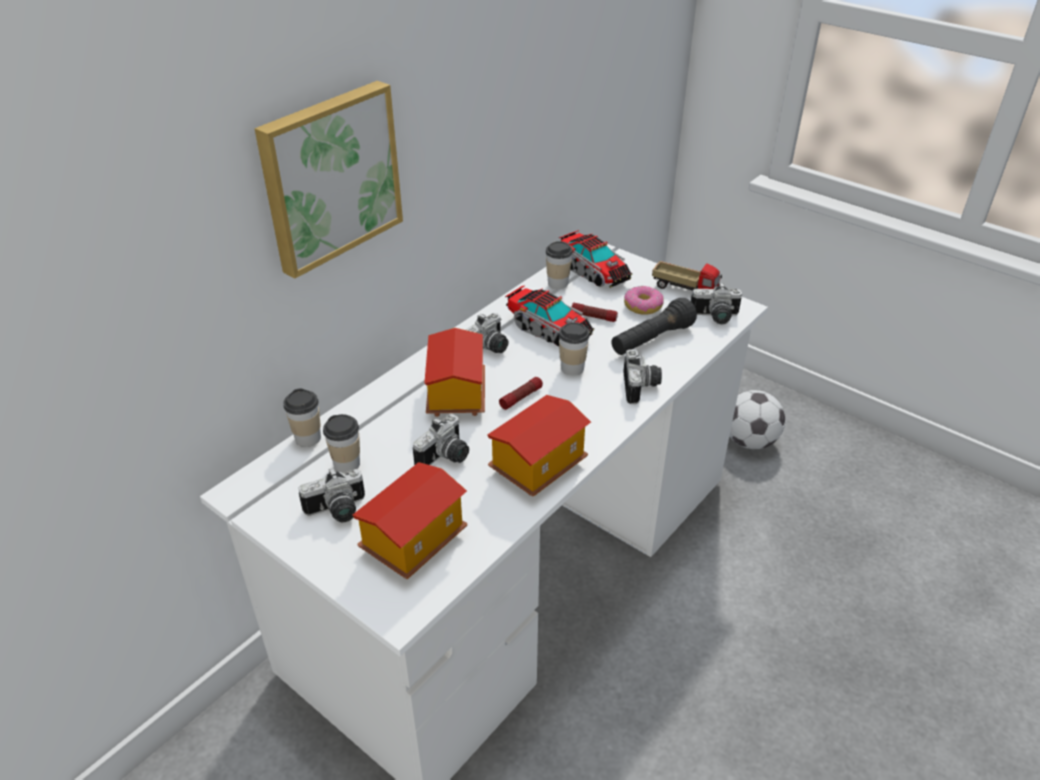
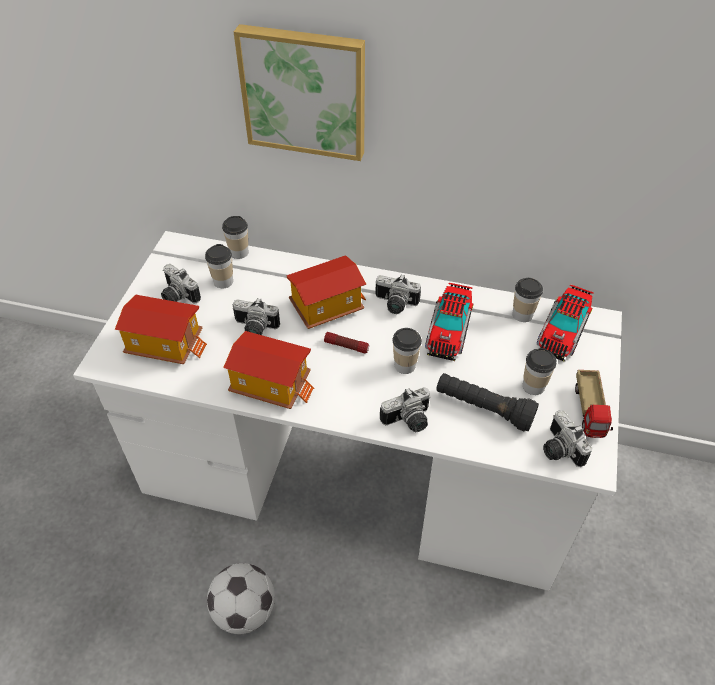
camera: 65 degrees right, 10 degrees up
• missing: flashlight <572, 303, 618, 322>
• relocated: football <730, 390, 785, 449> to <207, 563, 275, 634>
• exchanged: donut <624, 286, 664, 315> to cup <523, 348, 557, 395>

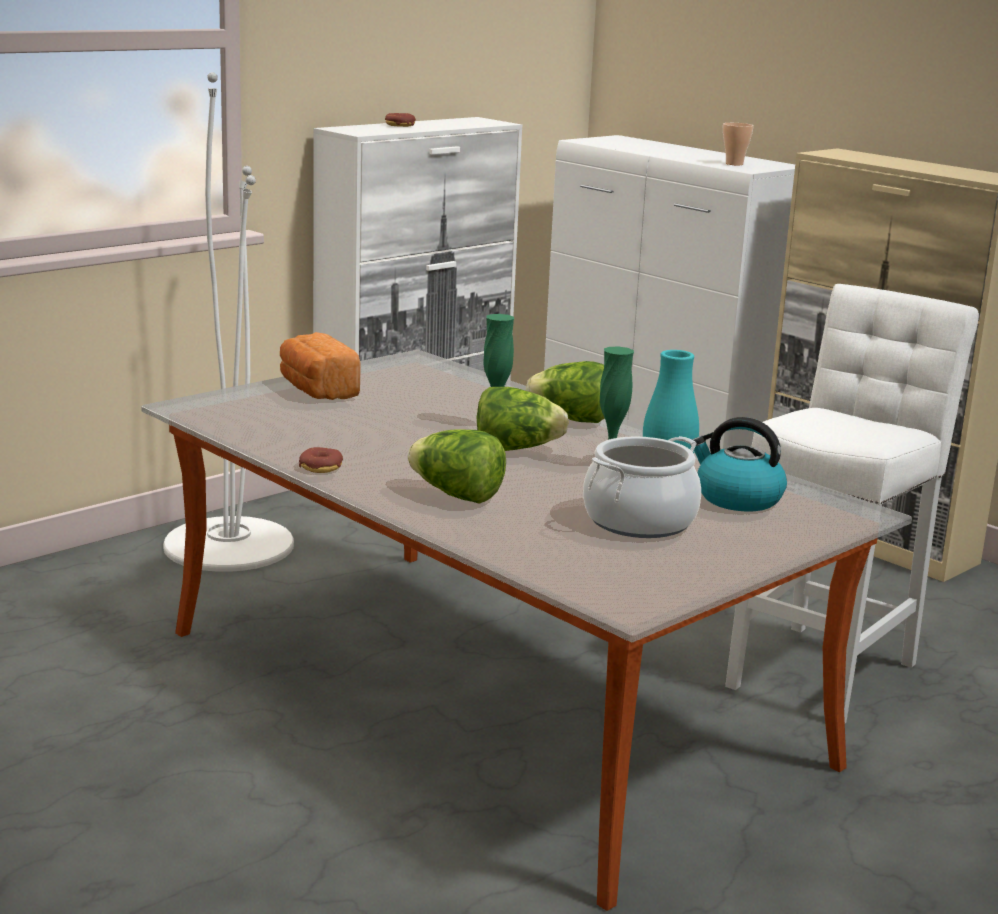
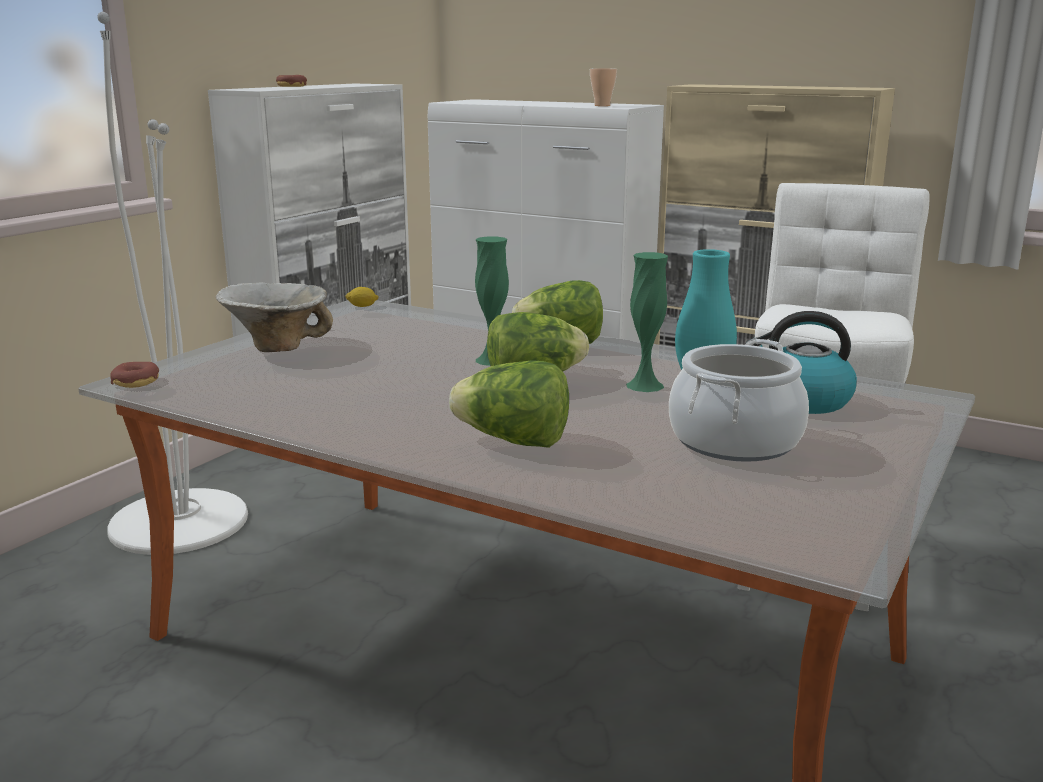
camera: 15 degrees left, 0 degrees up
• appeared: lemon <345, 287, 379, 307>
• relocated: donut <299, 447, 343, 473> to <110, 362, 159, 388>
• exchanged: bread <280, 332, 360, 400> to bowl <215, 282, 333, 352>

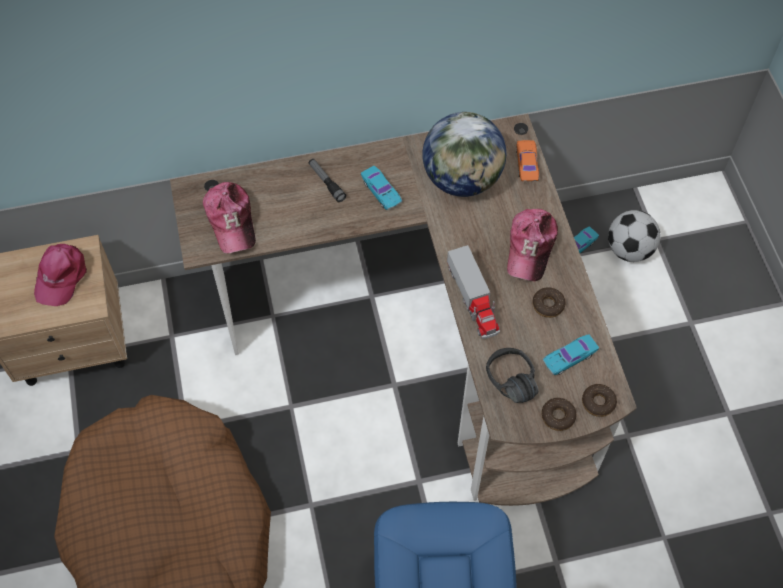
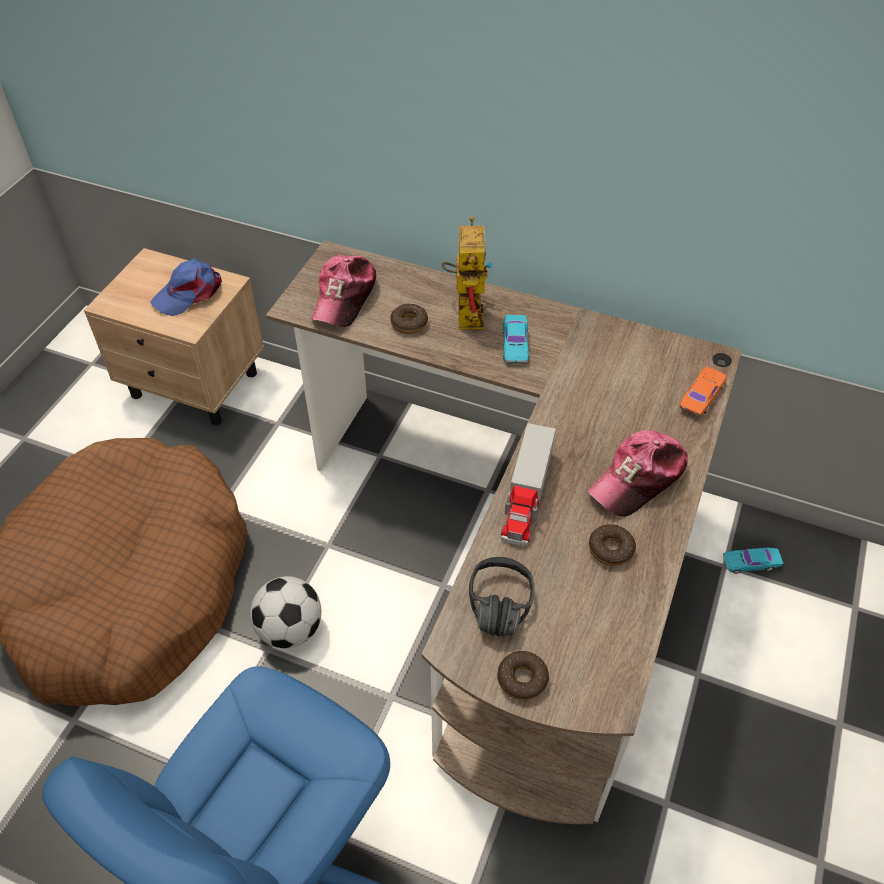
camera: 35 degrees right, 10 degrees down
• missing: globe <422, 112, 506, 197>
• missing: toy car (turquoise) <543, 334, 599, 375>
• relocated: donut <582, 384, 617, 417> to <390, 304, 428, 334>
• relocated: football <608, 210, 661, 262> to <250, 576, 321, 649>
• exchanged: flashlight <309, 159, 346, 202> to toy robot <442, 216, 493, 329>
• colour: cap (pink) <34, 244, 87, 306> to cap (blue) <150, 258, 222, 316>

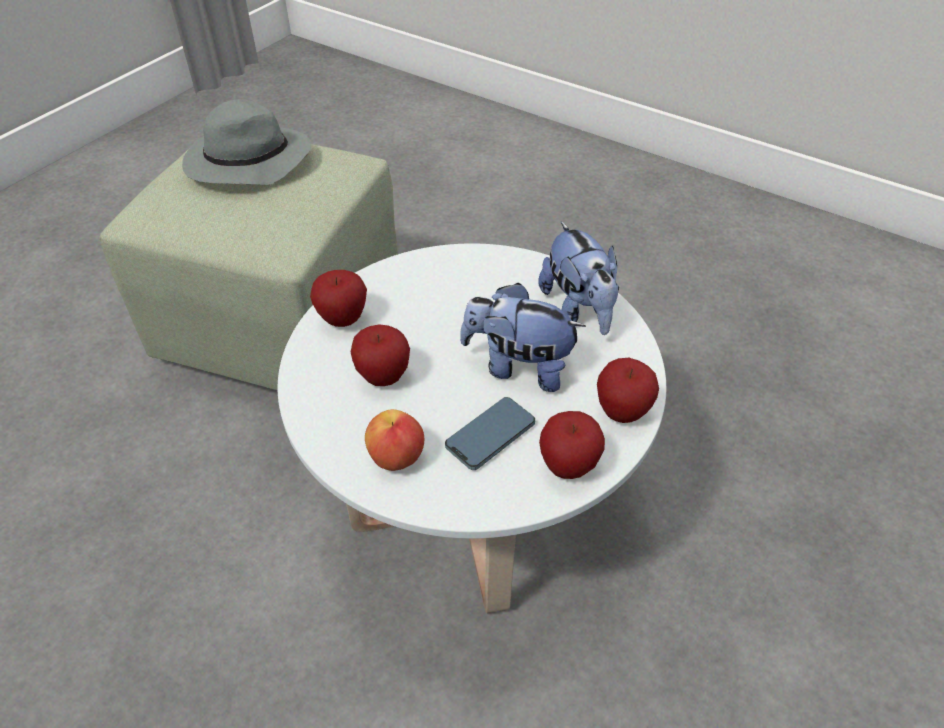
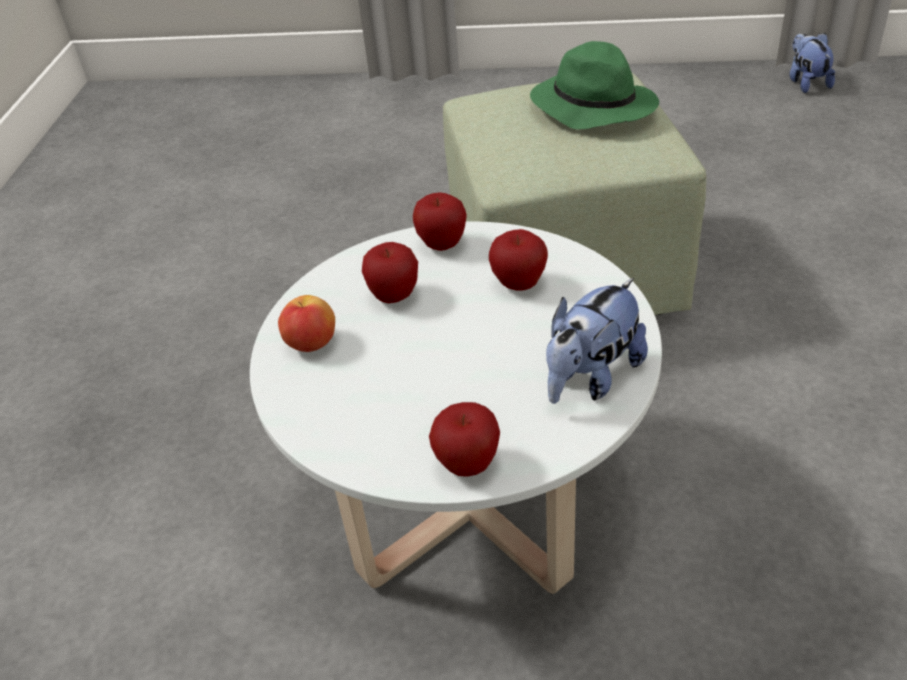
camera: 65 degrees right, 5 degrees down
• missing: phone <445, 397, 535, 470>
• relocated: plush toy <460, 282, 586, 392> to <790, 33, 835, 93>
• relocated: apple <539, 411, 605, 479> to <489, 229, 548, 291>
• colour: hat (grey) <182, 99, 311, 185> to hat (green) <530, 41, 659, 129>

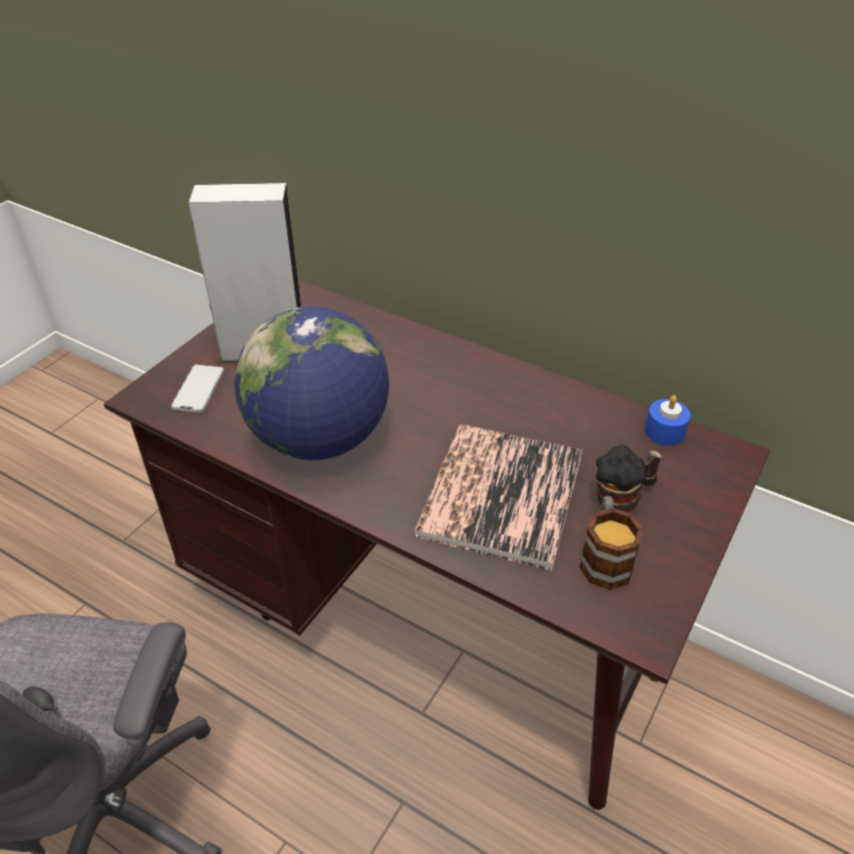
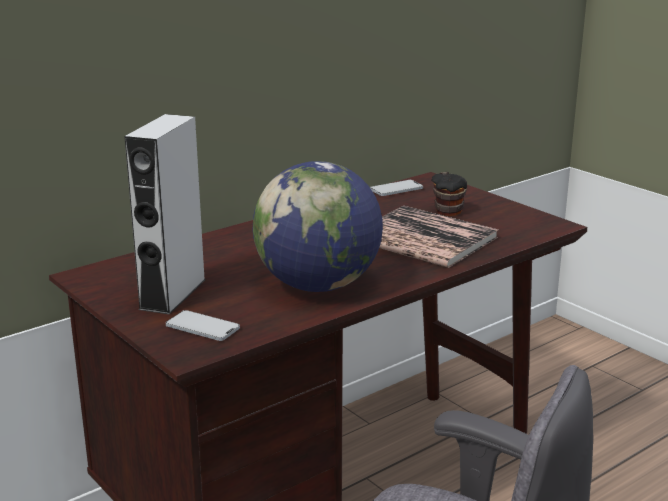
camera: 70 degrees left, 20 degrees down
• missing: mug <580, 496, 644, 590>
• exchanged: candle (blue) <645, 395, 691, 446> to phone <370, 180, 423, 196>

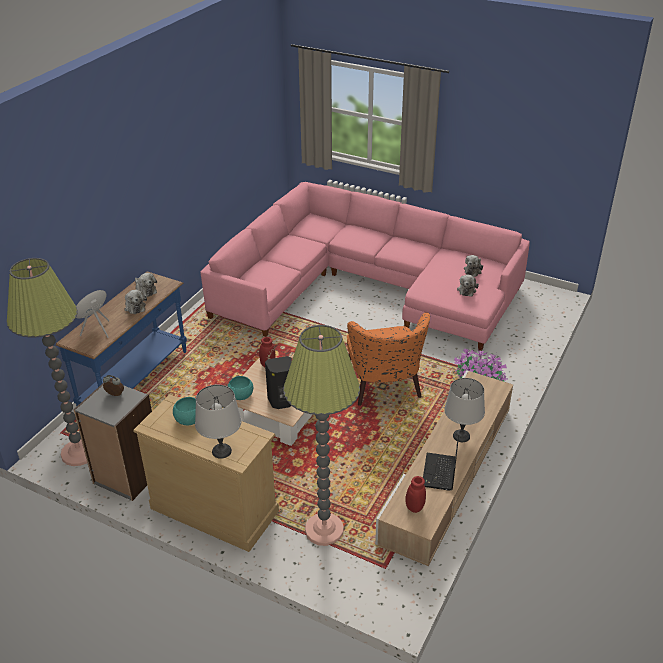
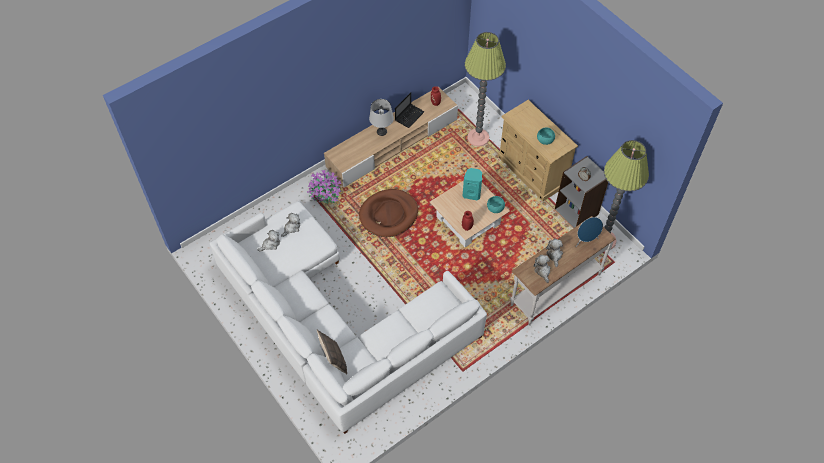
camera: 155 degrees left, 20 degrees up
• missing: table lamp (grey) <195, 385, 242, 459>
• appeared: pillow <317, 330, 347, 374>
• exchanged: armchair (orange) <347, 313, 430, 406> to dog bed (brown) <359, 189, 418, 237>
• colour: console table (blue) <56, 271, 187, 406> to console table (white) <510, 216, 616, 325>
• colour: sofa (pink) <200, 182, 530, 351> to sofa (white) <210, 201, 487, 434>
• colour: speaker (black) <265, 356, 292, 409> to speaker (turquoise) <463, 168, 482, 201>

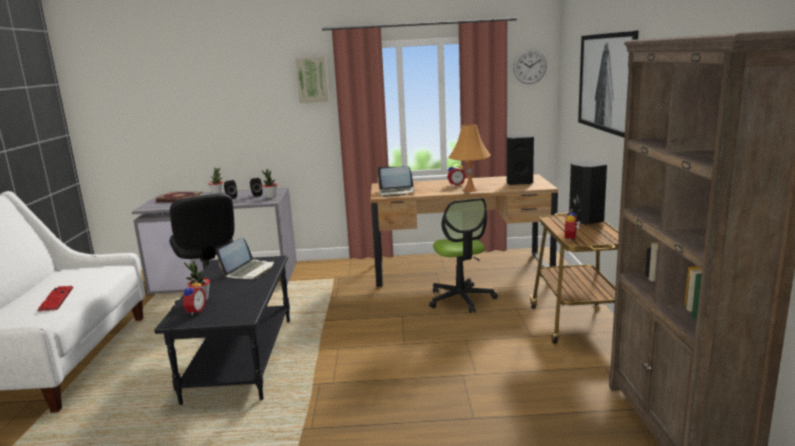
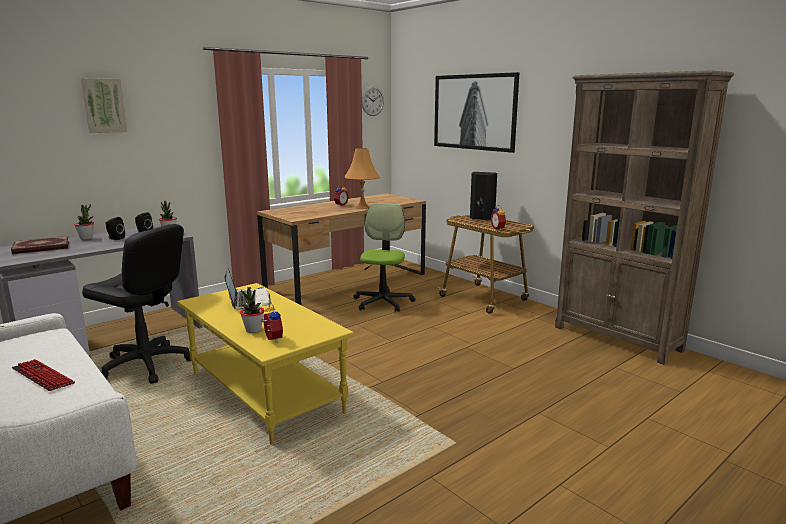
camera: 40 degrees left, 0 degrees up
• missing: laptop <378, 166, 414, 197>
• missing: speaker (black) <507, 135, 534, 185>
• relocated: picture <295, 57, 329, 103> to <81, 78, 127, 133>
• colour: coffee table (black) <154, 256, 290, 405> to coffee table (yellow) <177, 283, 354, 445>
• spun: office chair <429, 198, 498, 313> = <353, 203, 416, 312> 120 degrees counterclockwise

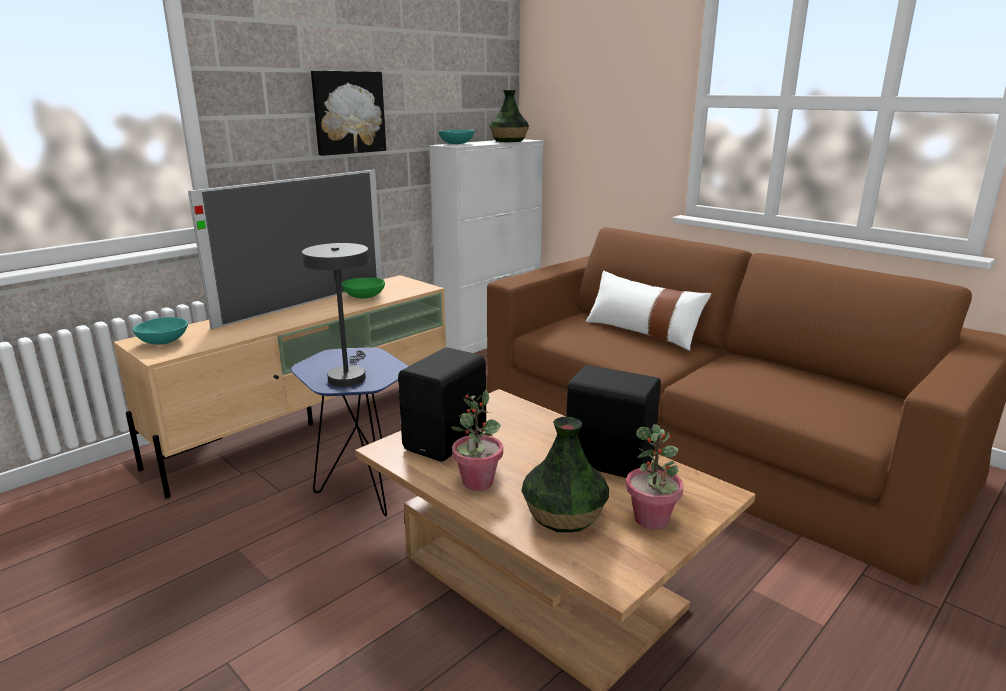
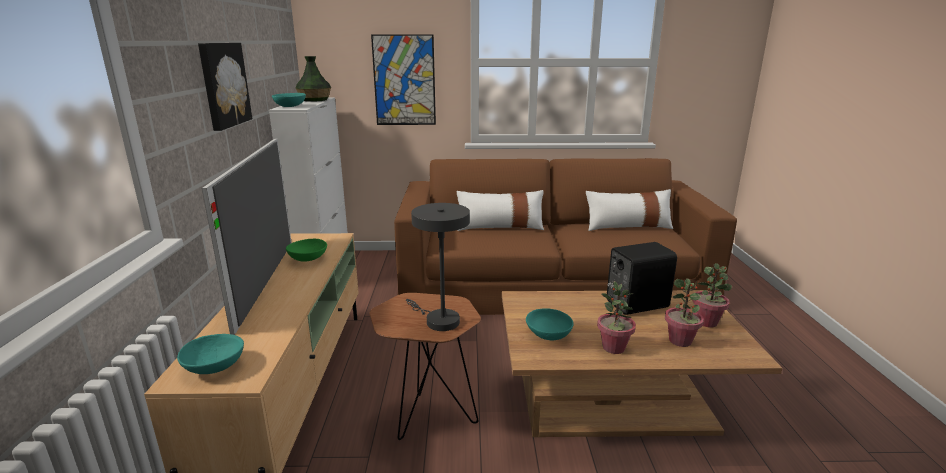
camera: 45 degrees left, 0 degrees up
• appeared: picture <371, 34, 436, 125>
• appeared: pillow (white) <586, 189, 673, 231>
• exchanged: speaker (black) <398, 347, 486, 461> to bowl (turquoise) <526, 308, 574, 340>
• exchanged: vase <521, 417, 609, 532> to potted plant <665, 278, 704, 347>
• colour: side table (blue) <291, 347, 409, 516> to side table (brown) <369, 293, 481, 440>

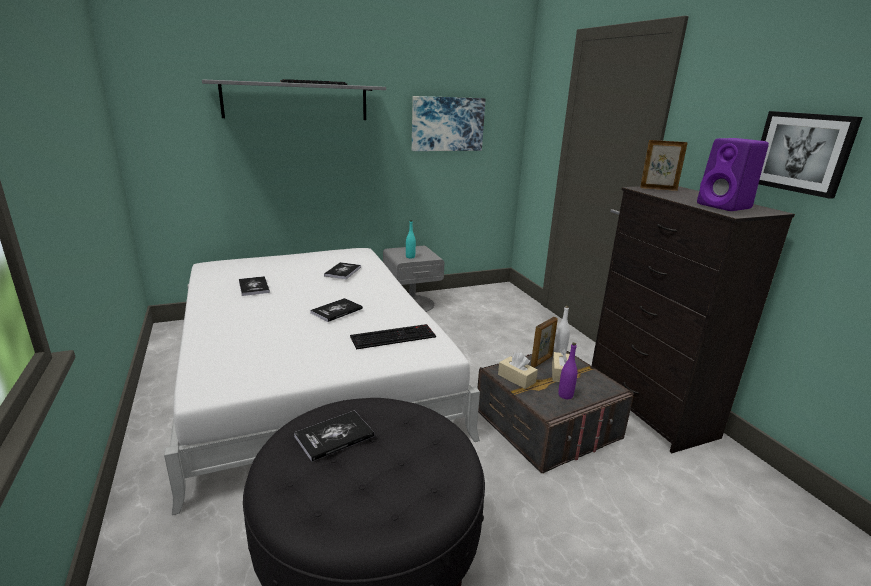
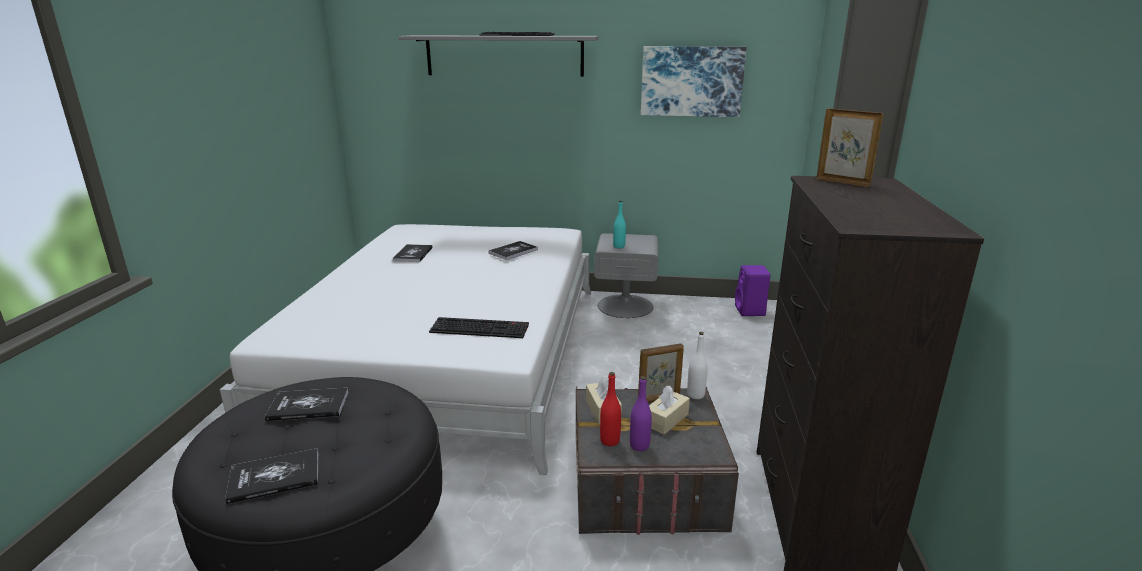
camera: 30 degrees right, 0 degrees up
• missing: picture <759, 111, 863, 199>
• appeared: bottle (red) <600, 372, 621, 446>
• relocated: book <310, 298, 363, 322> to <225, 448, 318, 504>
• relocated: speaker (purple) <697, 138, 769, 211> to <735, 265, 771, 316>

